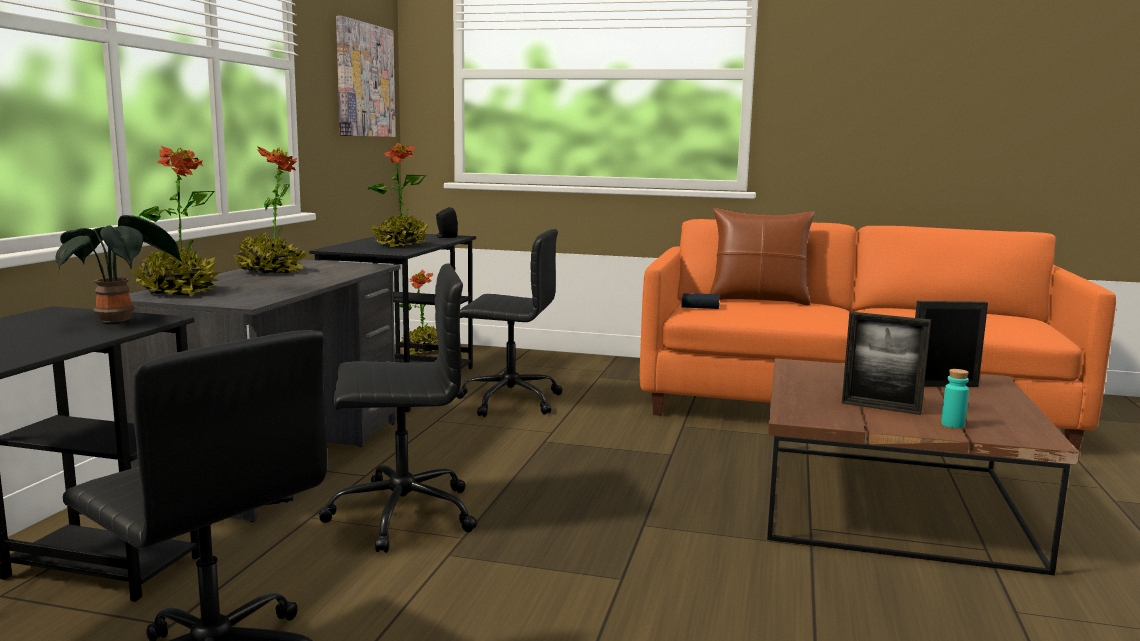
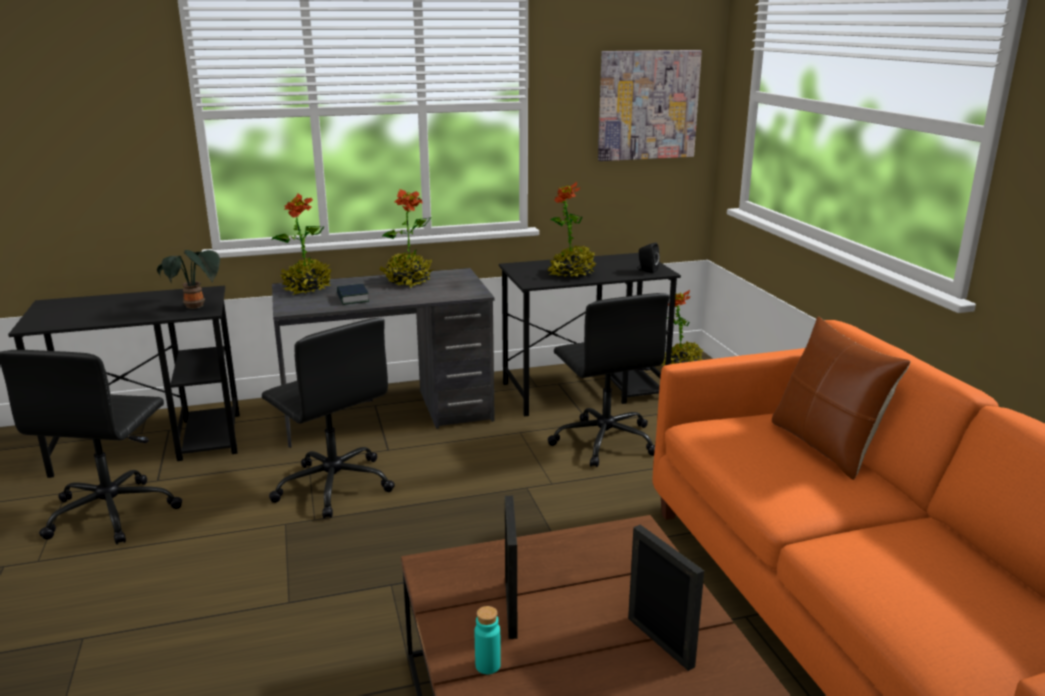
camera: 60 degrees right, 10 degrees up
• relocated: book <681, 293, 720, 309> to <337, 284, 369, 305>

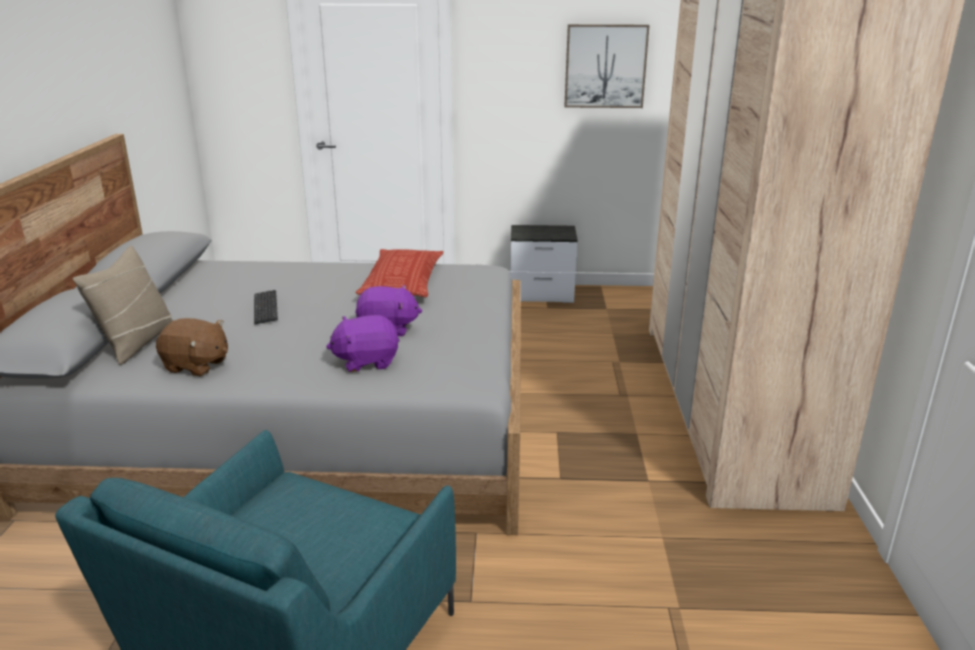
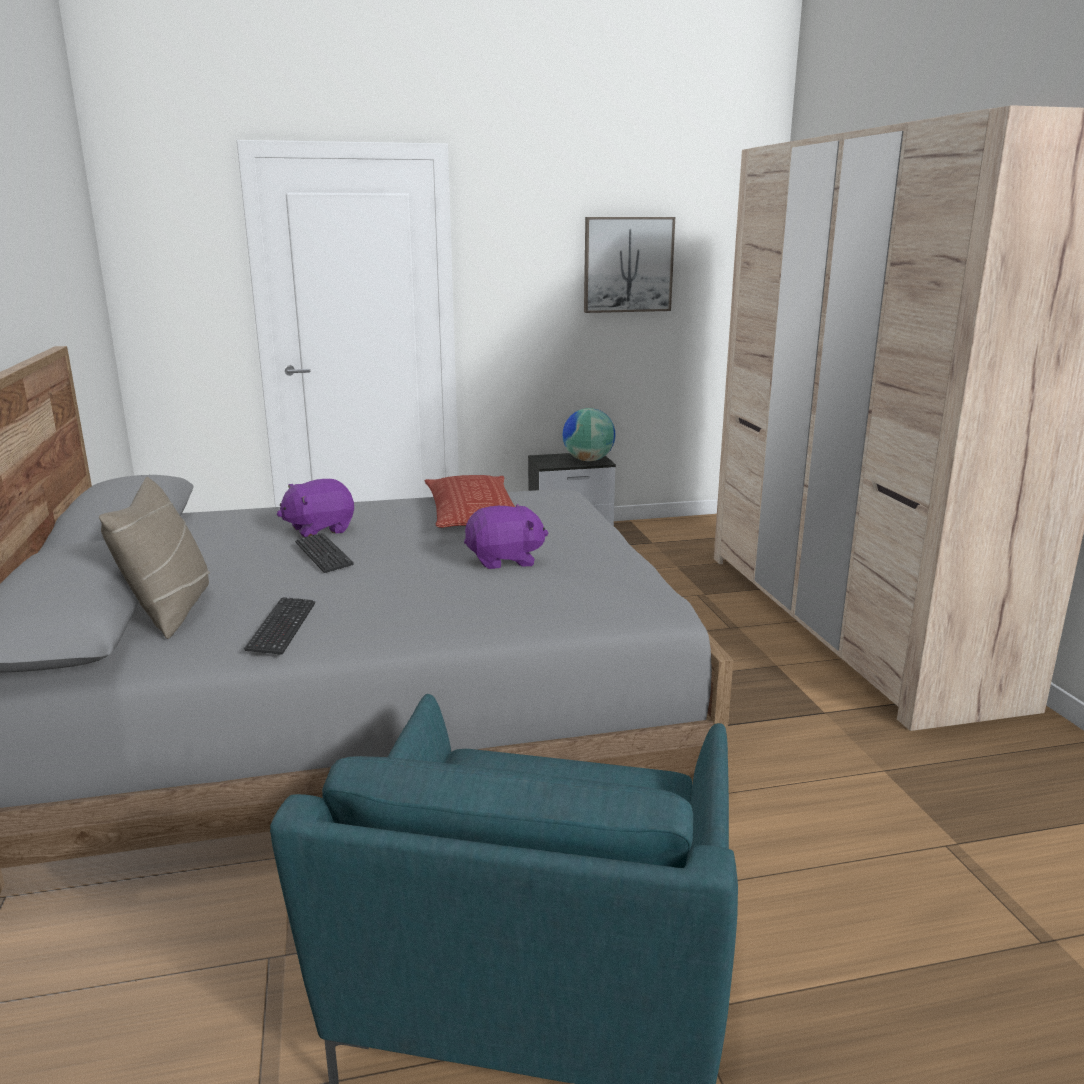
camera: 15 degrees left, 5 degrees down
• appeared: globe <562, 408, 616, 461>
• relocated: plush toy (purple) <326, 315, 400, 372> to <277, 479, 354, 538>
• exchanged: plush toy (brown) <156, 318, 228, 376> to keyboard <244, 597, 315, 655>

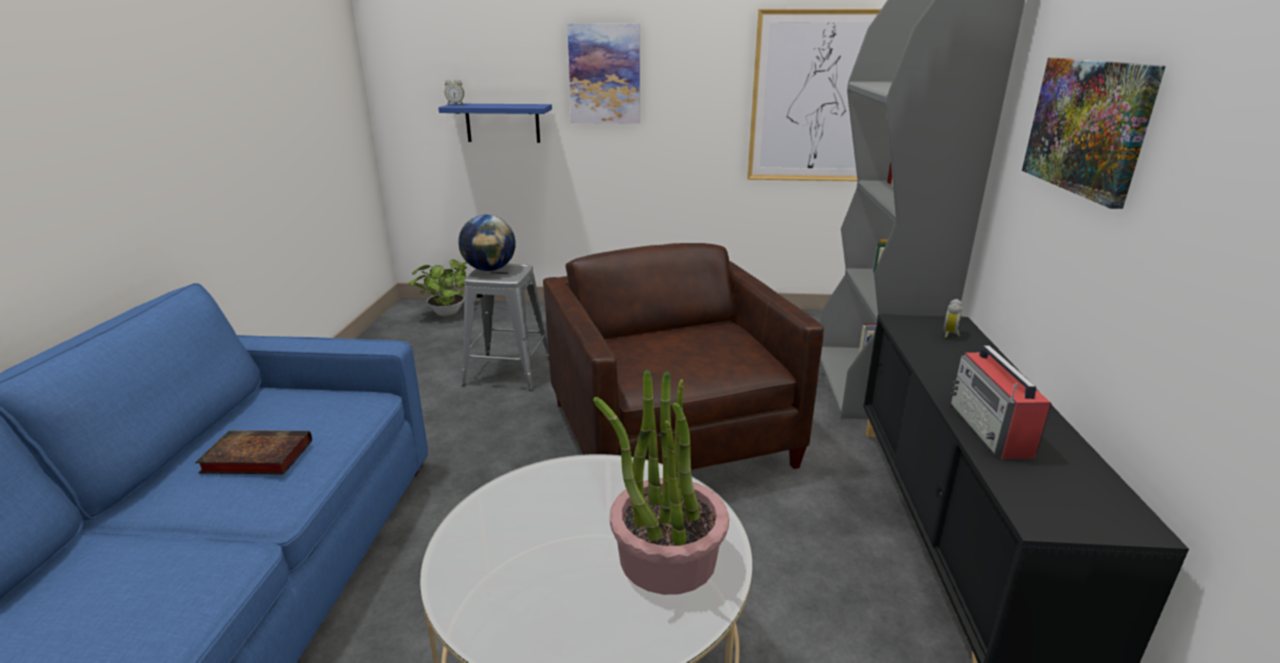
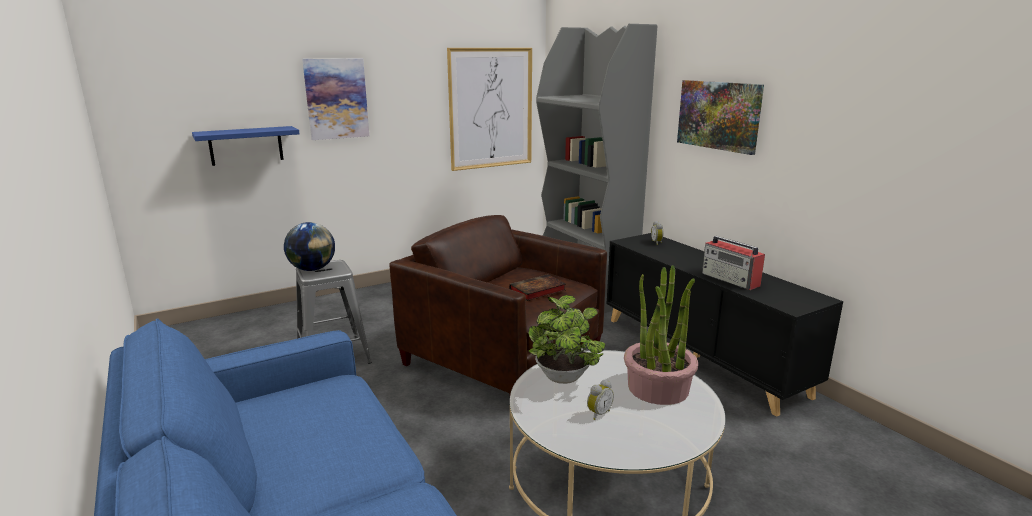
camera: 35 degrees left, 5 degrees down
• relocated: book <195, 430, 312, 474> to <509, 274, 566, 301>
• relocated: potted plant <408, 259, 467, 316> to <528, 295, 606, 384>
• relocated: alarm clock <445, 80, 464, 105> to <587, 379, 614, 420>

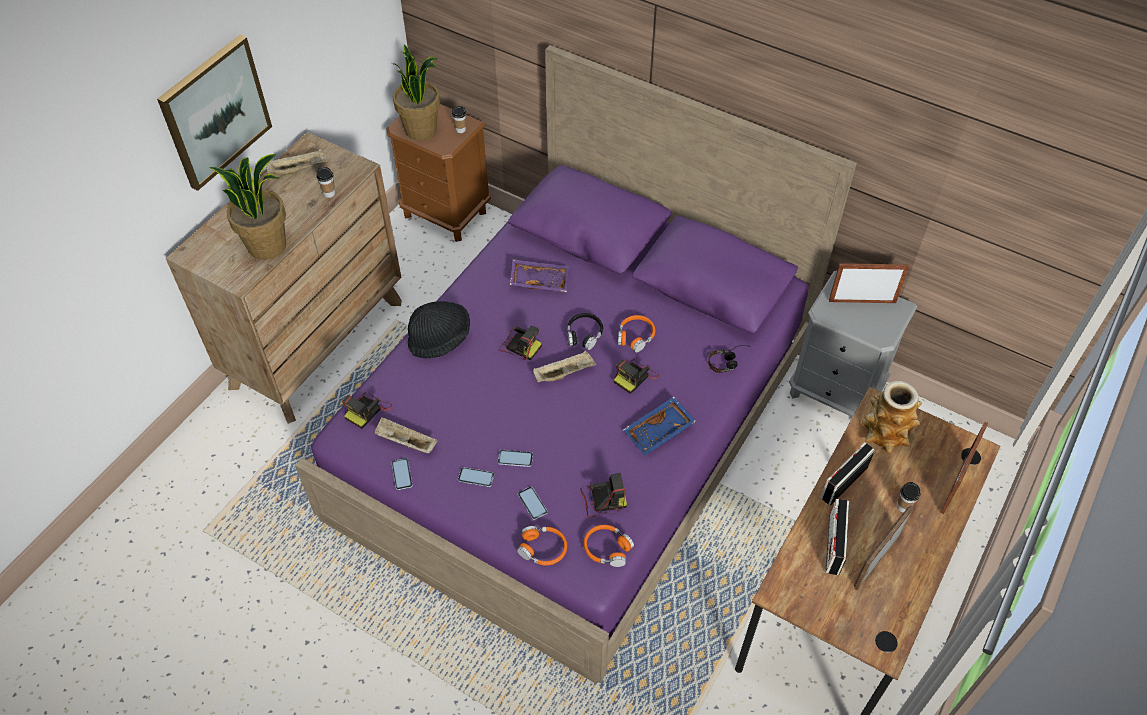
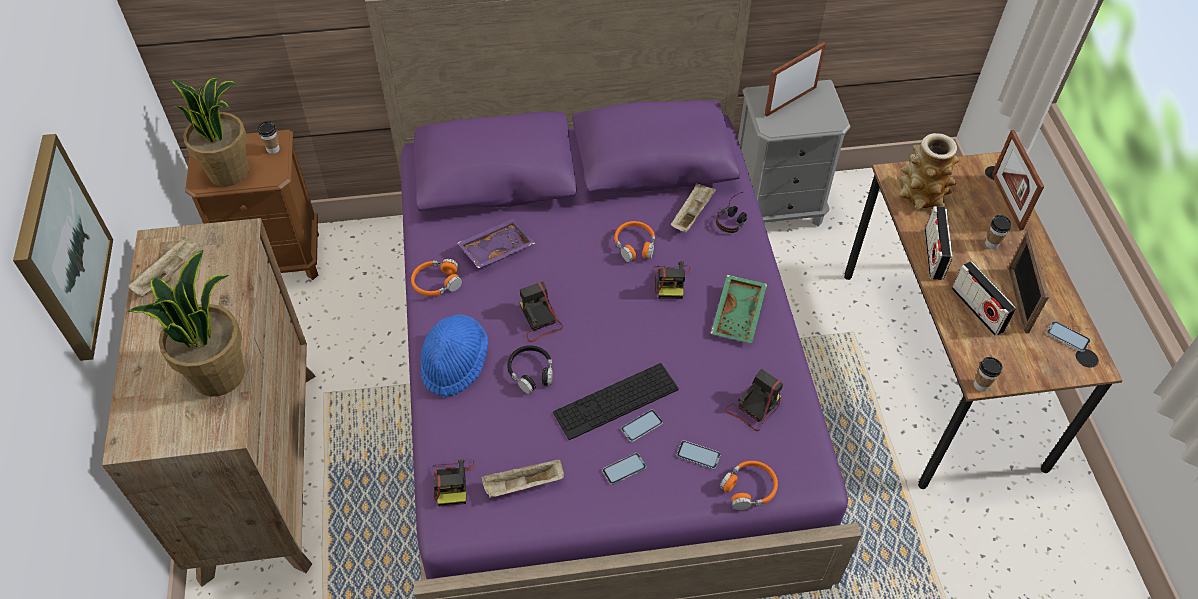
camera: 40 degrees left, 0 degrees up
• appeared: keyboard <553, 363, 679, 440>
• relocated: cup <316, 167, 335, 198> to <974, 357, 1002, 392>
• relocated: phone <391, 458, 413, 490> to <1047, 321, 1091, 352>
• relocated: tray (beige) <533, 351, 596, 382> to <671, 183, 717, 233>
• relocated: headphones (black) <567, 313, 603, 350> to <507, 345, 553, 394>
• relocated: headphones (orange) <584, 525, 634, 567> to <411, 259, 462, 296>
• colour: hat (black) <408, 301, 470, 358> to hat (blue) <421, 315, 488, 398>
• colour: tray (blue) <623, 396, 696, 455> to tray (green) <711, 275, 767, 343>
• spun: photo camera <499, 326, 542, 360> = <520, 281, 563, 342> 105 degrees counterclockwise

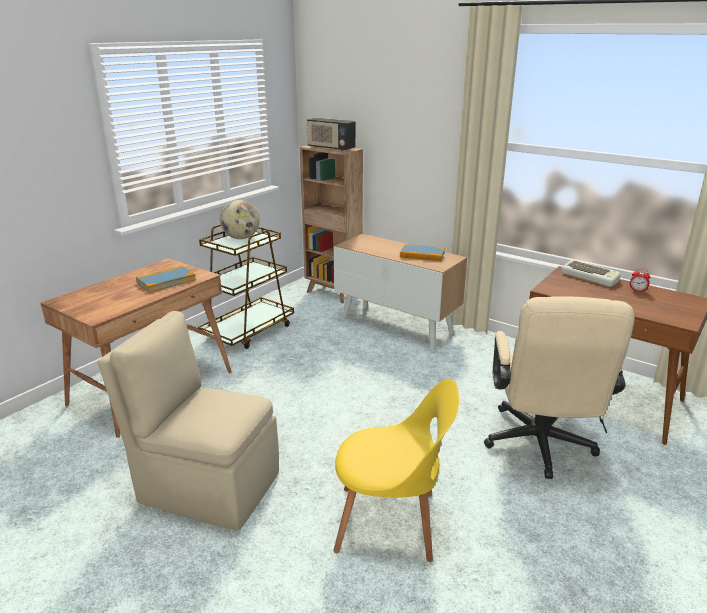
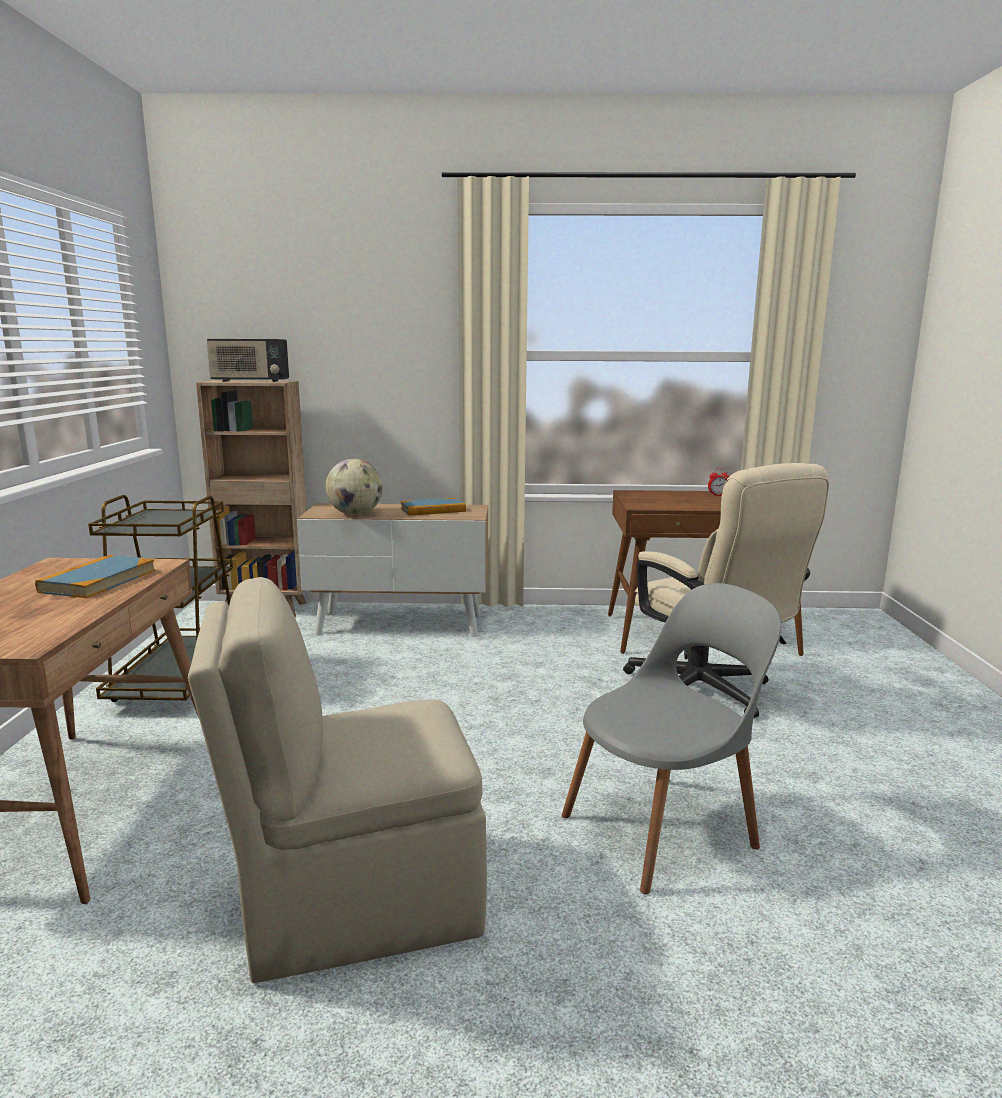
camera: 35 degrees left, 10 degrees down
• missing: keyboard <561, 260, 621, 287>
• relocated: globe <220, 200, 260, 239> to <326, 459, 383, 515>
• colour: chair (yellow) <333, 379, 459, 562> to chair (grey) <562, 583, 782, 894>

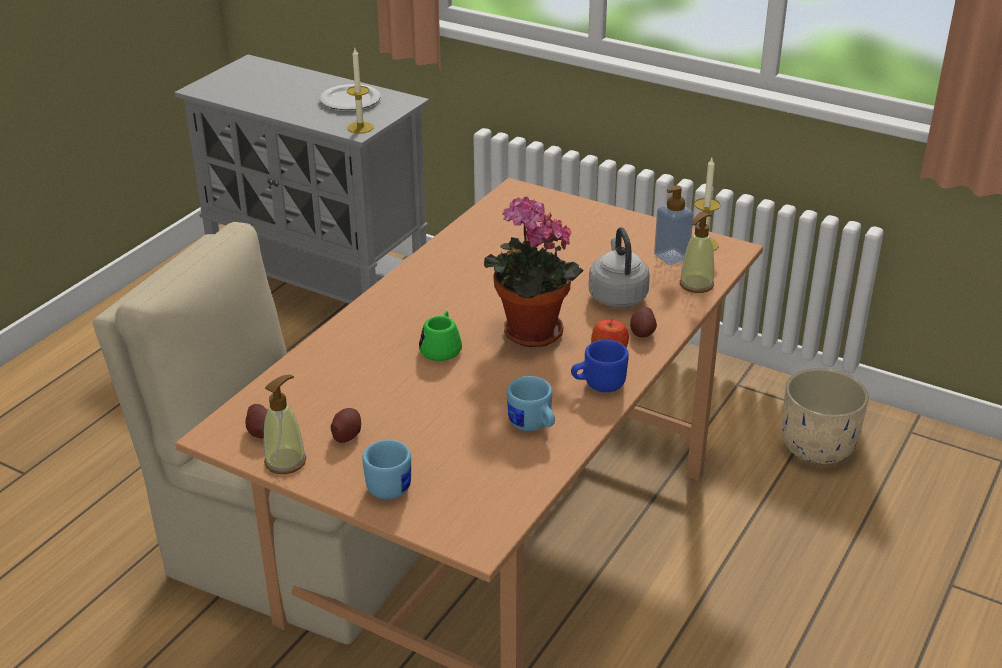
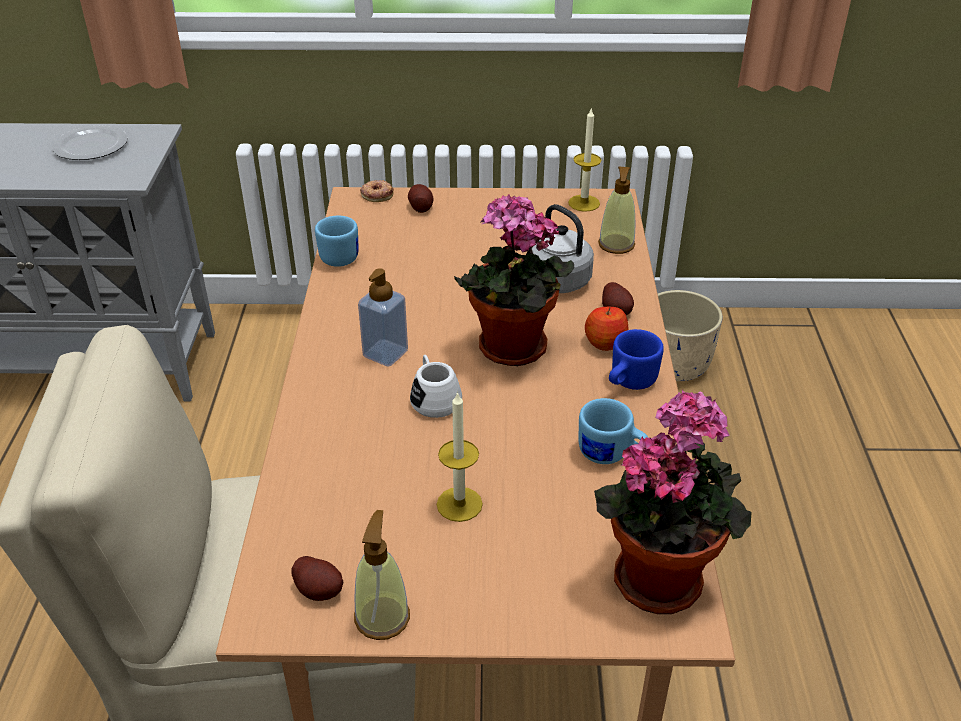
camera: 30 degrees left, 5 degrees up
• appeared: donut <360, 180, 394, 202>
• appeared: potted plant <594, 389, 751, 614>
• relocated: potato <331, 408, 361, 443> to <408, 184, 433, 213>
• relocated: candle <347, 48, 374, 134> to <437, 391, 483, 522>
• relocated: mug (blue) <362, 440, 411, 499> to <315, 216, 359, 267>
• relocated: soap dispenser <654, 185, 694, 265> to <358, 268, 408, 367>
• colour: mug (green) <419, 311, 462, 361> to mug (white) <410, 355, 462, 418>

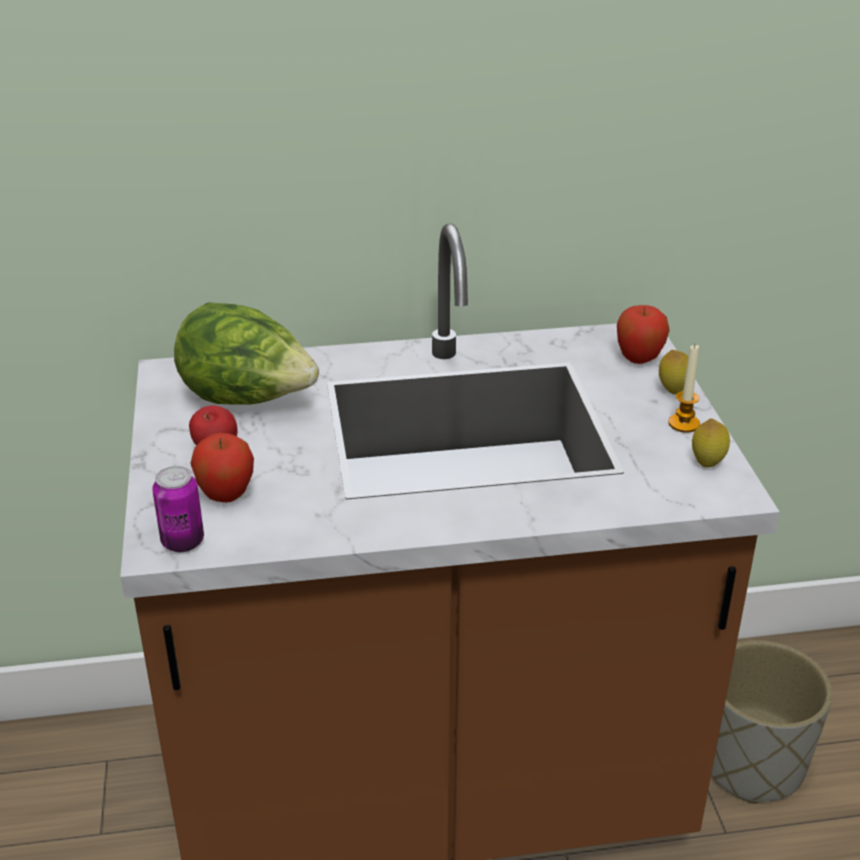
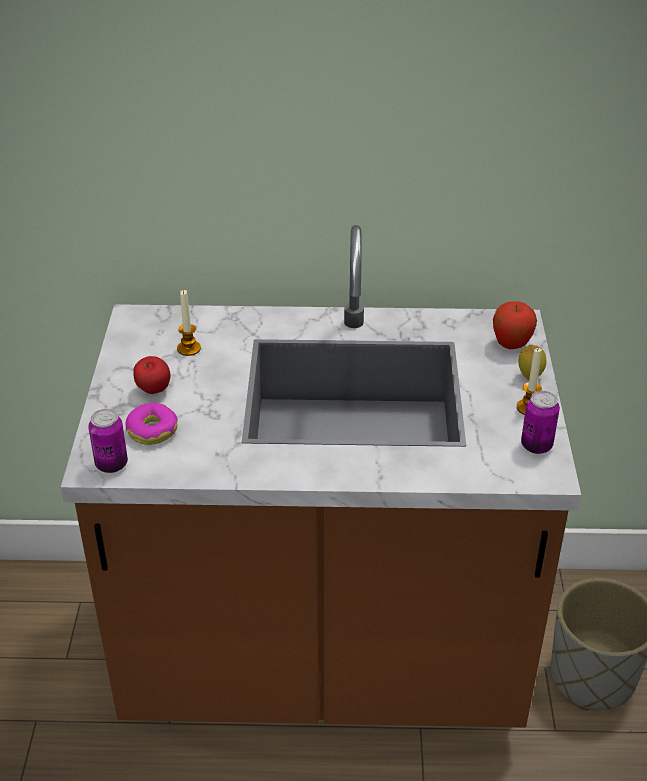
camera: 10 degrees right, 5 degrees up
• exchanged: lettuce <174, 302, 319, 405> to candle <177, 290, 201, 356>
• exchanged: apple <190, 433, 254, 502> to donut <126, 403, 178, 445>
• exchanged: lemon <692, 418, 730, 468> to can <521, 391, 560, 454>

